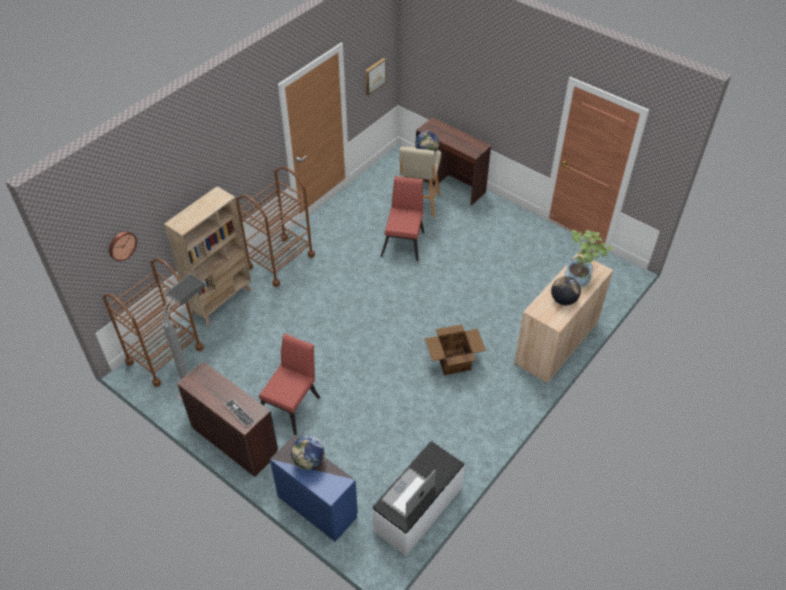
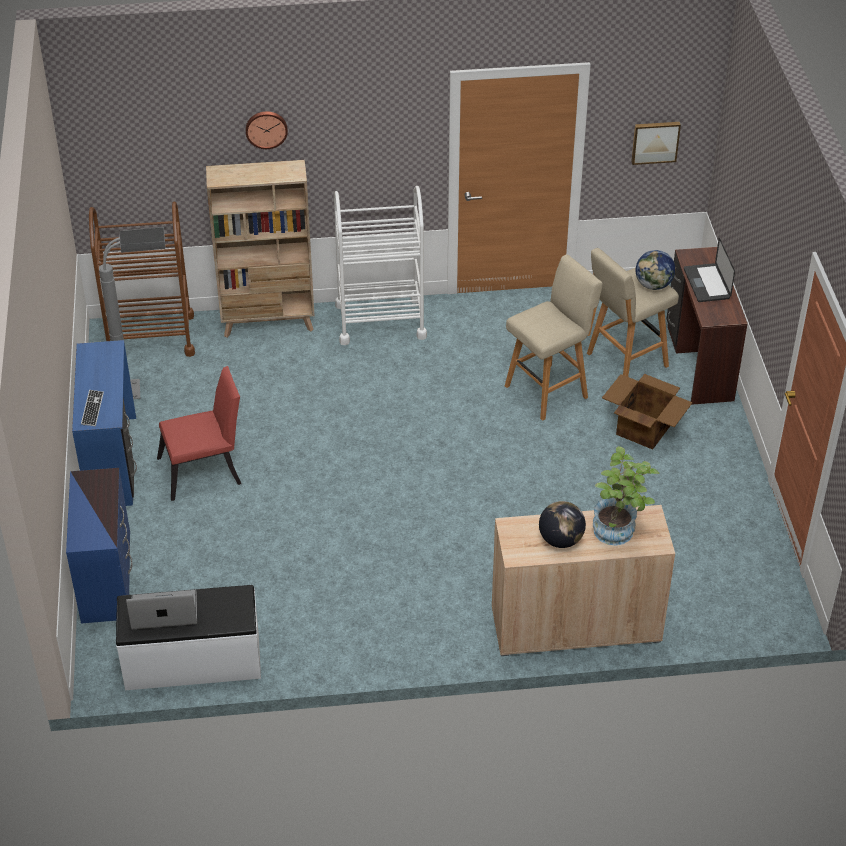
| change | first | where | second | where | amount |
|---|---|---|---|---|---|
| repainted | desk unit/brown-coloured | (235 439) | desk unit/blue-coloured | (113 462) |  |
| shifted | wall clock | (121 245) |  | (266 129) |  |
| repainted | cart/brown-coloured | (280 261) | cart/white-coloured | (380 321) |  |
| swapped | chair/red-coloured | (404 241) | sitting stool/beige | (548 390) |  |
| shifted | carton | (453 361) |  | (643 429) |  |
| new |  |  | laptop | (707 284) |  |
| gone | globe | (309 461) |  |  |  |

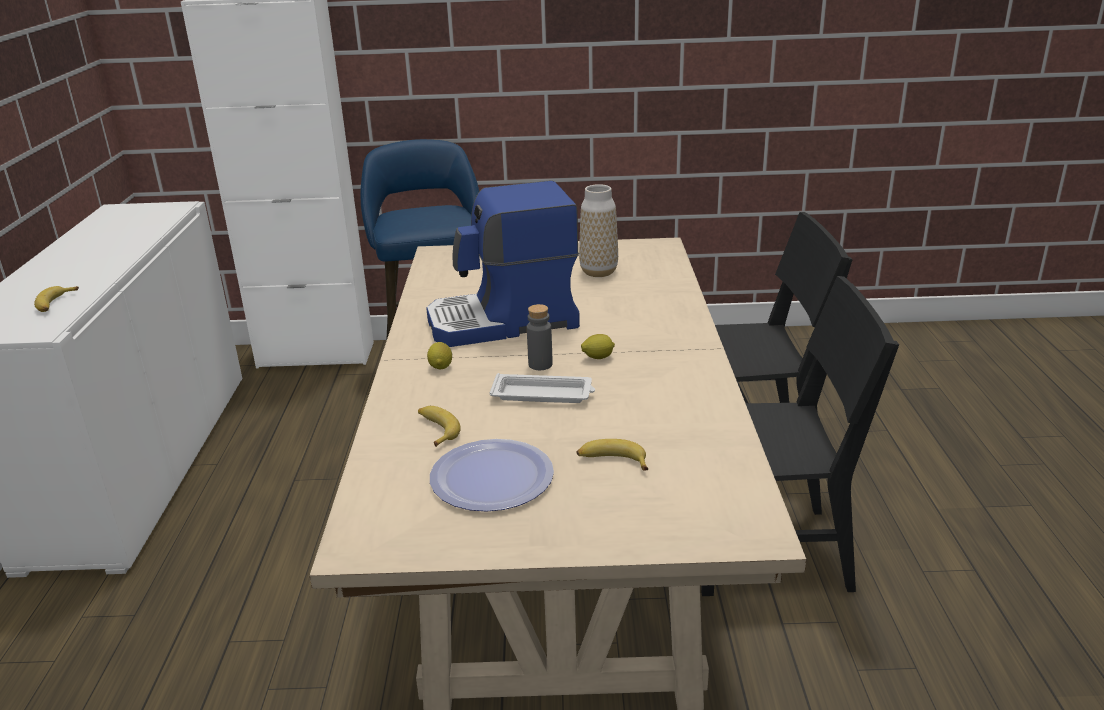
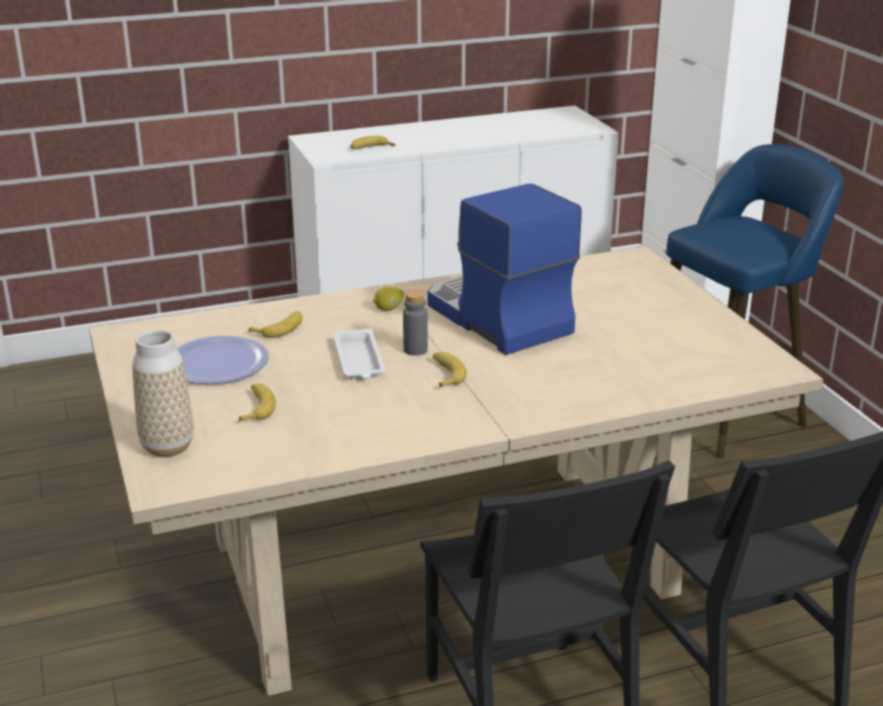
| change | first | where | second | where | amount |
|---|---|---|---|---|---|
| shifted | decorative vase | (598 272) |  | (167 447) |  |
| swapped | citrus fruit | (598 357) | whole banana | (445 374) |  |

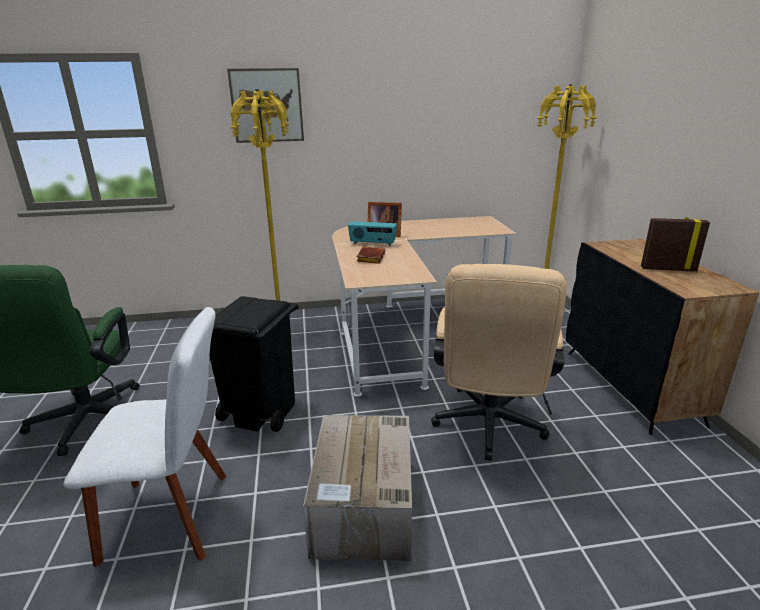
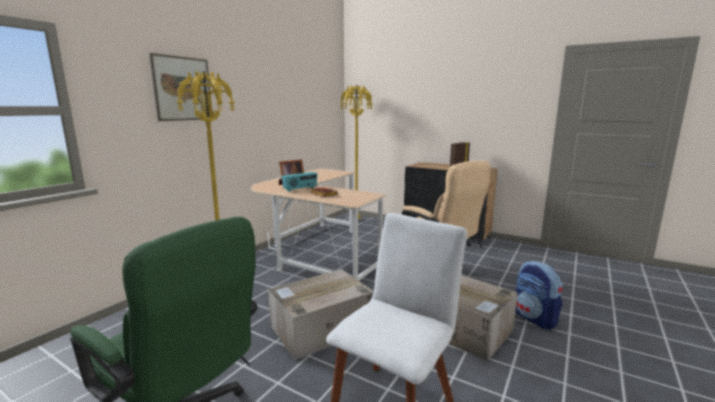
| change | first | where | second | where | amount |
|---|---|---|---|---|---|
| swapped | waste bin/black-coloured | (261 411) | carton | (320 329) |  |
| new |  |  | backpack | (535 318) |  |

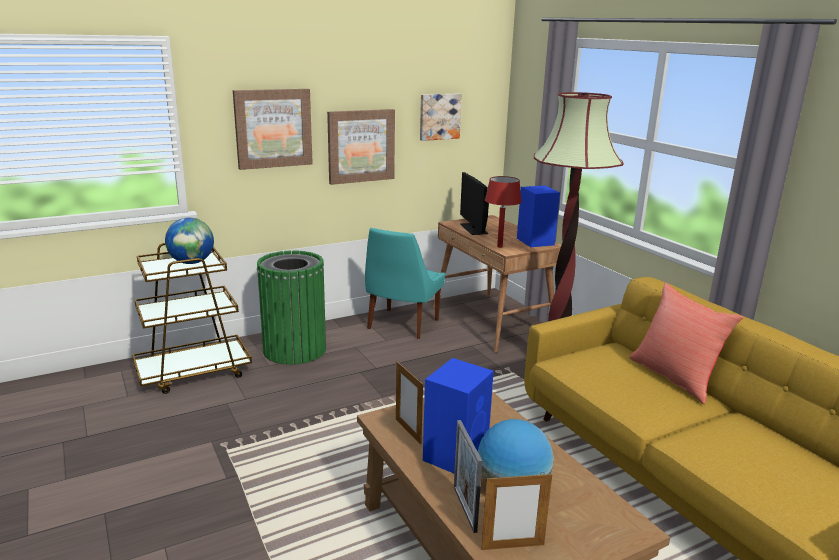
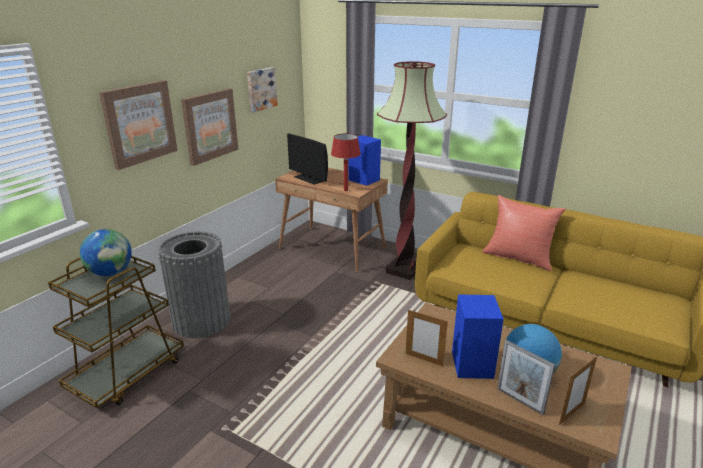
| change | first | where | second | where | amount |
|---|---|---|---|---|---|
| repainted | waste bin/green | (294 350) | waste bin/grey | (201 321) |  |
| gone | chair/blue-green | (401 325) |  |  |  |

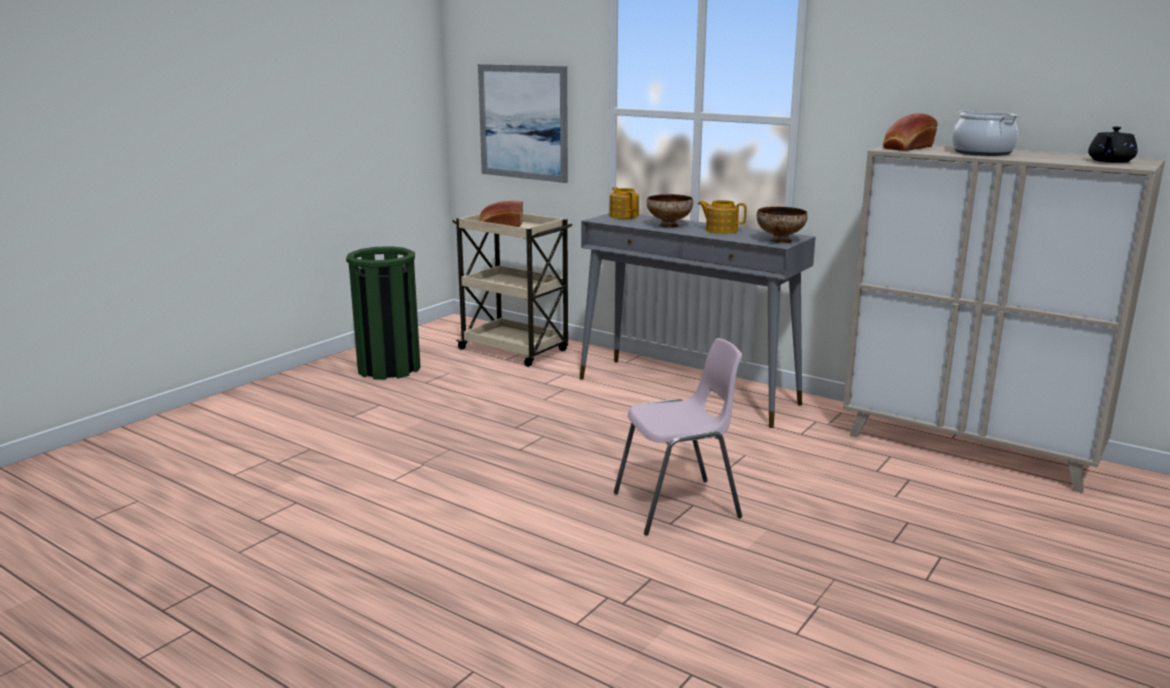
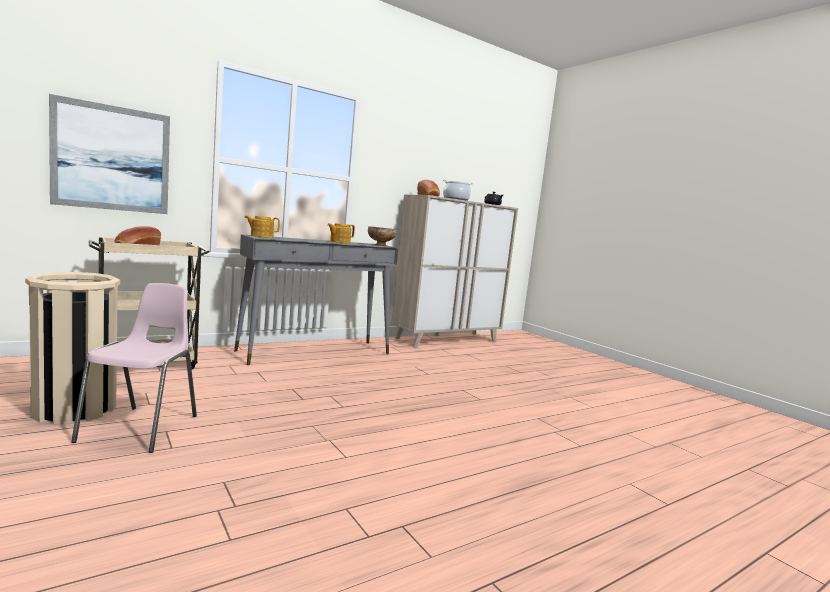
| change | first | where | second | where | amount |
|---|---|---|---|---|---|
| repainted | waste bin/green | (389 368) | waste bin/beige | (74 409) |  |
| shifted | chair/pink-coloured | (678 506) |  | (142 428) |  |
| gone | deep dish | (669 226) |  |  |  |

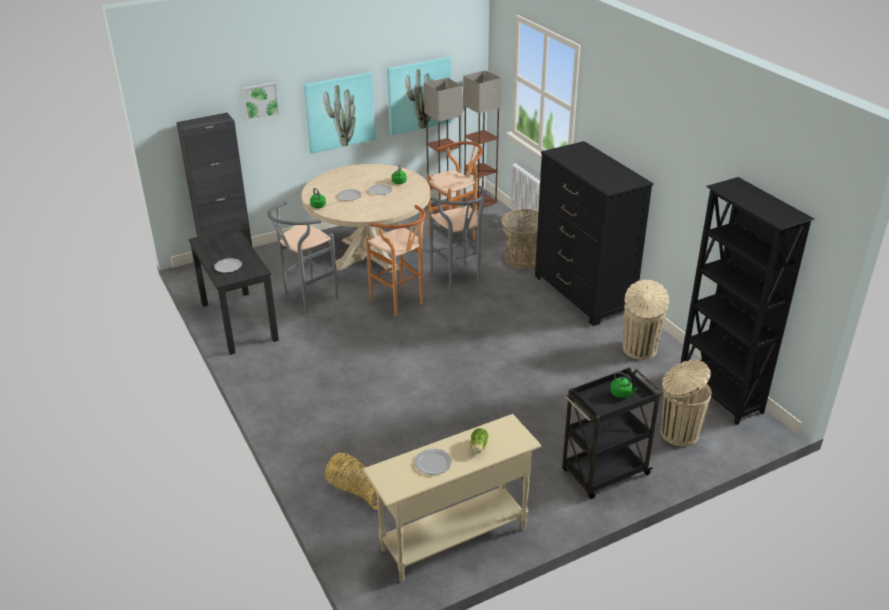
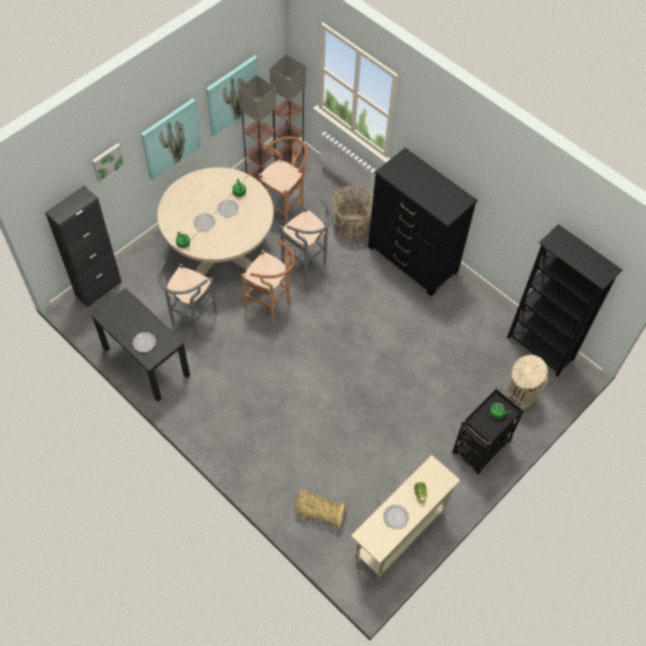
| change | first | where | second | where | amount |
|---|---|---|---|---|---|
| gone | waste bin/beige | (639 350) |  |  |  |

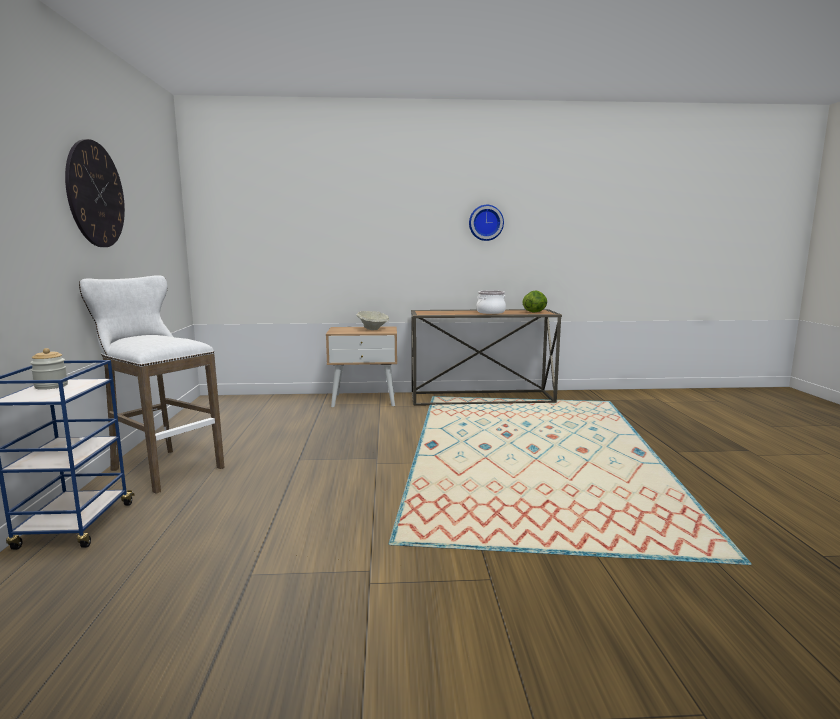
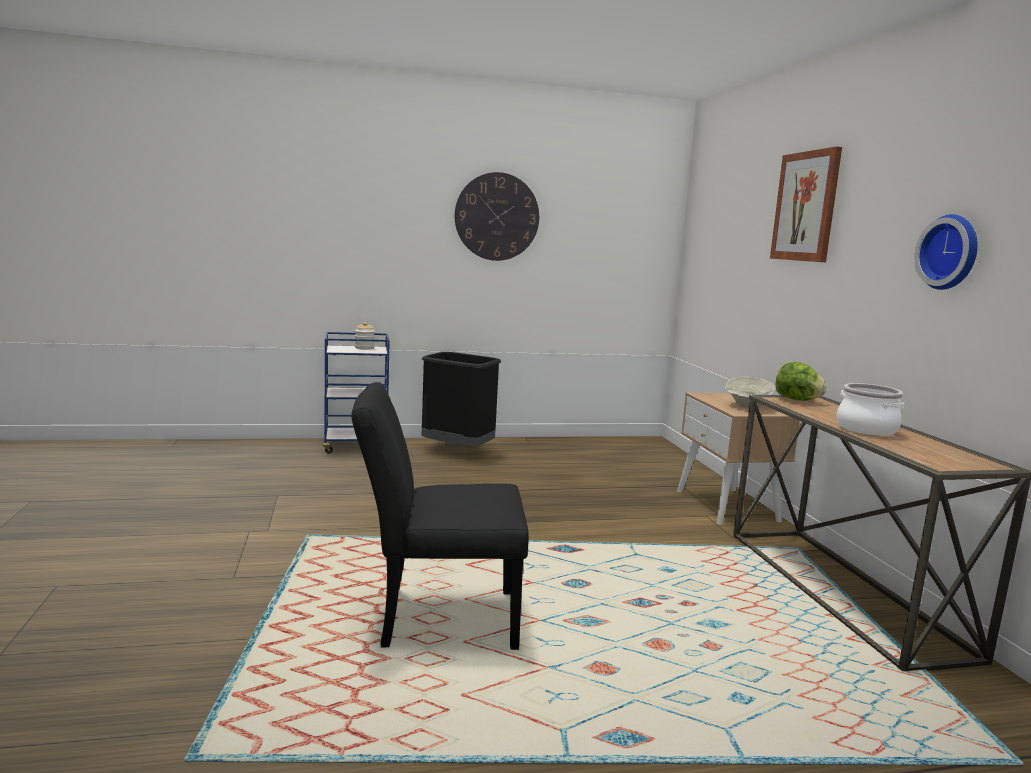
| change | first | where | second | where | amount |
|---|---|---|---|---|---|
| new |  |  | chair/black-coloured | (436 618) |  |
| swapped | sitting stool/white-coloured | (162 468) | waste bin/black-coloured | (458 450) |  |
| new |  |  | wall picture | (806 206) |  |
| shifted | lettuce head | (535 312) |  | (797 400) |  |

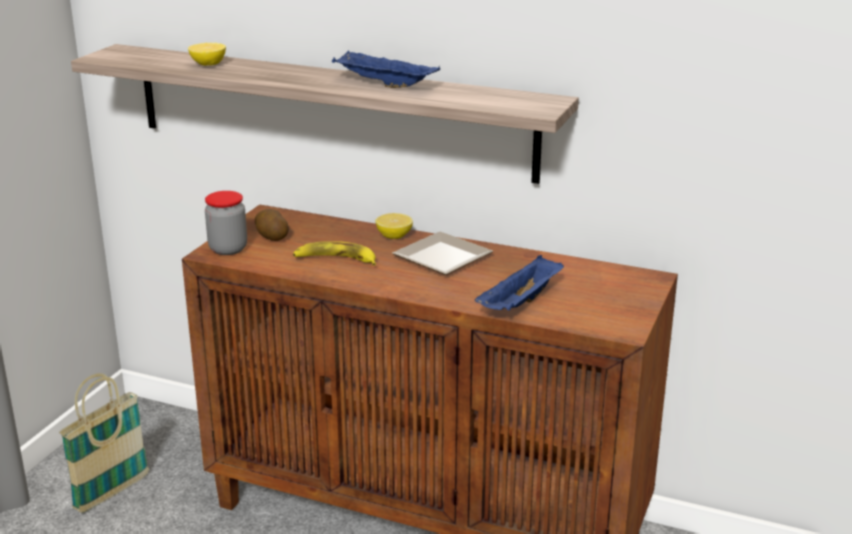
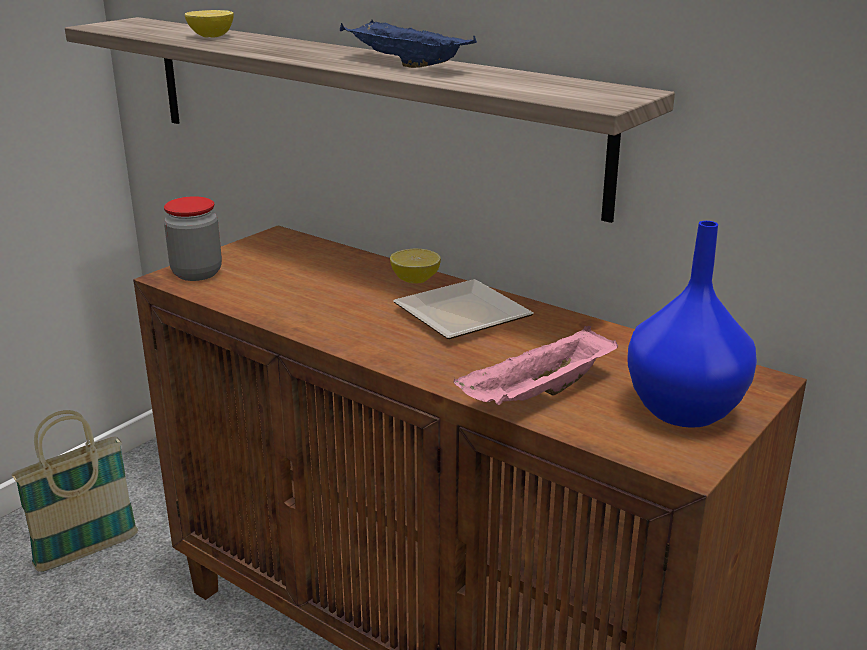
| change | first | where | second | where | amount |
|---|---|---|---|---|---|
| repainted | carrying tray/blue-coloured | (520 303) | carrying tray/pink-coloured | (538 395) |  |
| new |  |  | decorative vase/blue-coloured | (686 410) |  |
| gone | whole potato | (271 237) |  |  |  |
| gone | whole banana | (336 260) |  |  |  |

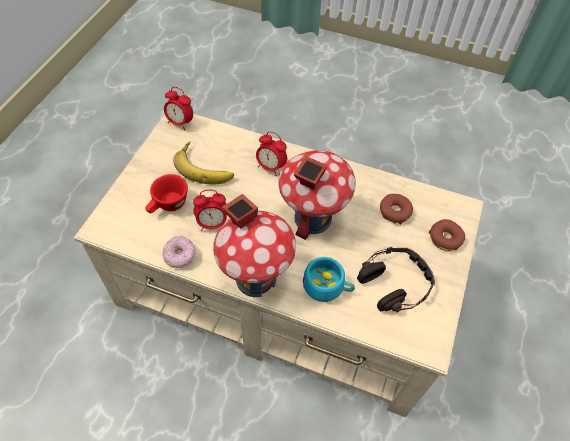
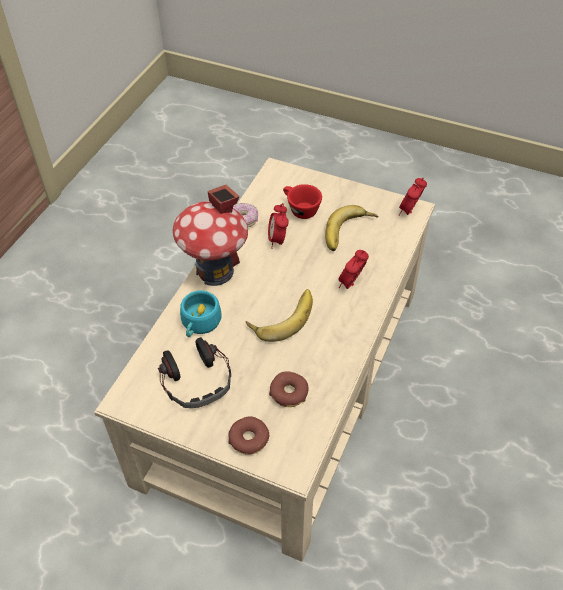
| change | first | where | second | where | amount |
|---|---|---|---|---|---|
| swapped | model house | (312 218) | whole banana | (282 316) |  |

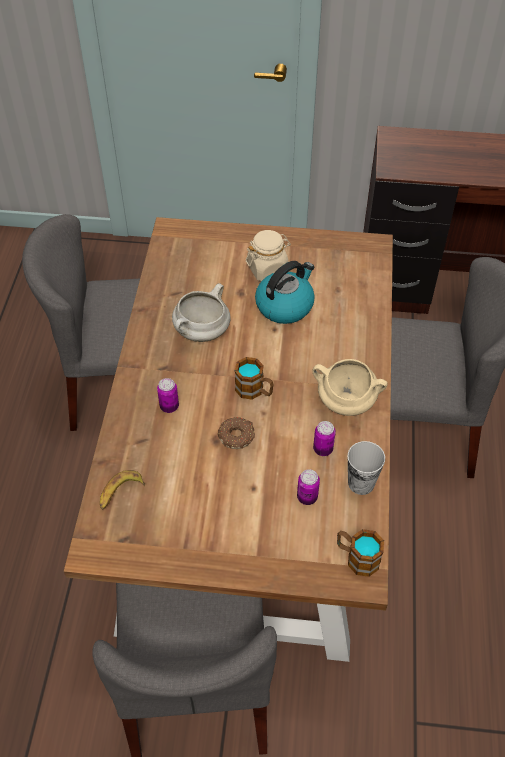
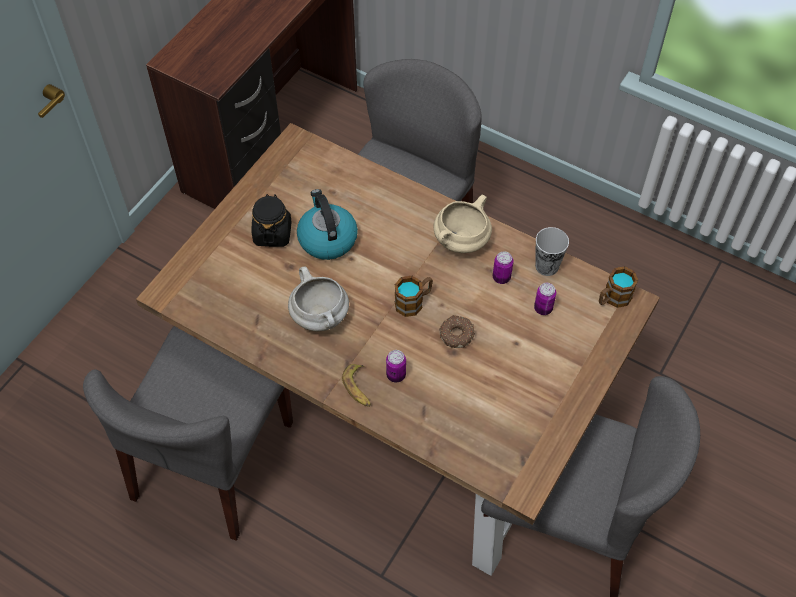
| change | first | where | second | where | amount |
|---|---|---|---|---|---|
| repainted | storage jar/beige | (267 269) | storage jar/black-coloured | (272 233) |  |
| shifted | whole banana | (120 492) |  | (358 388) |  |

